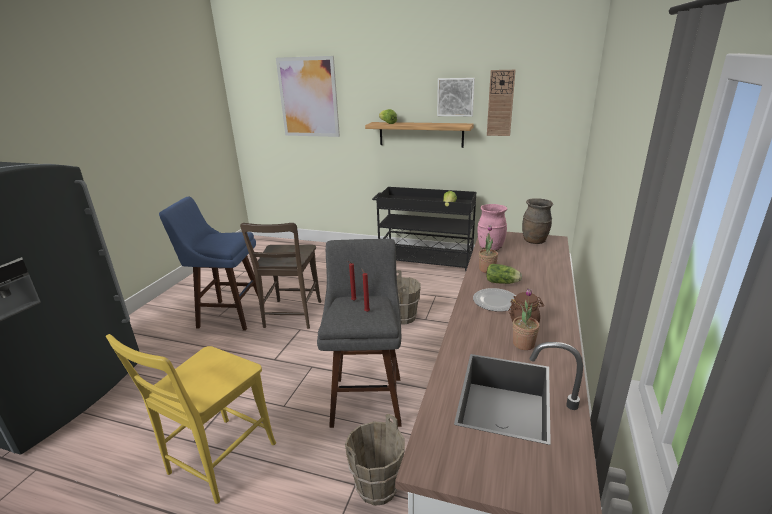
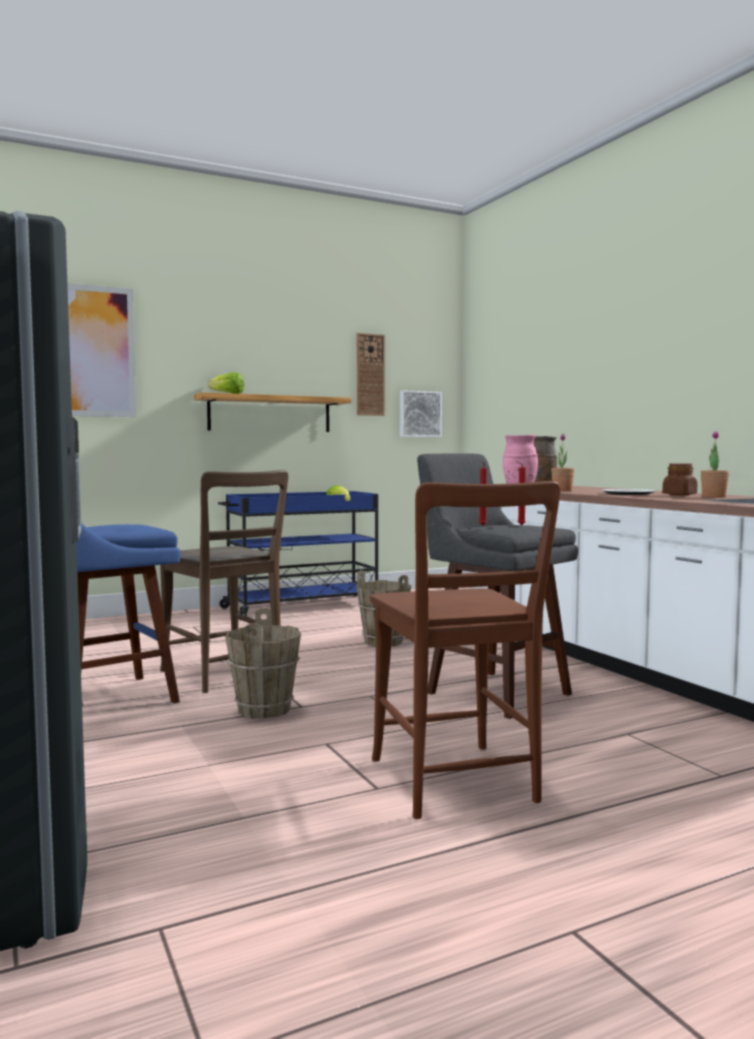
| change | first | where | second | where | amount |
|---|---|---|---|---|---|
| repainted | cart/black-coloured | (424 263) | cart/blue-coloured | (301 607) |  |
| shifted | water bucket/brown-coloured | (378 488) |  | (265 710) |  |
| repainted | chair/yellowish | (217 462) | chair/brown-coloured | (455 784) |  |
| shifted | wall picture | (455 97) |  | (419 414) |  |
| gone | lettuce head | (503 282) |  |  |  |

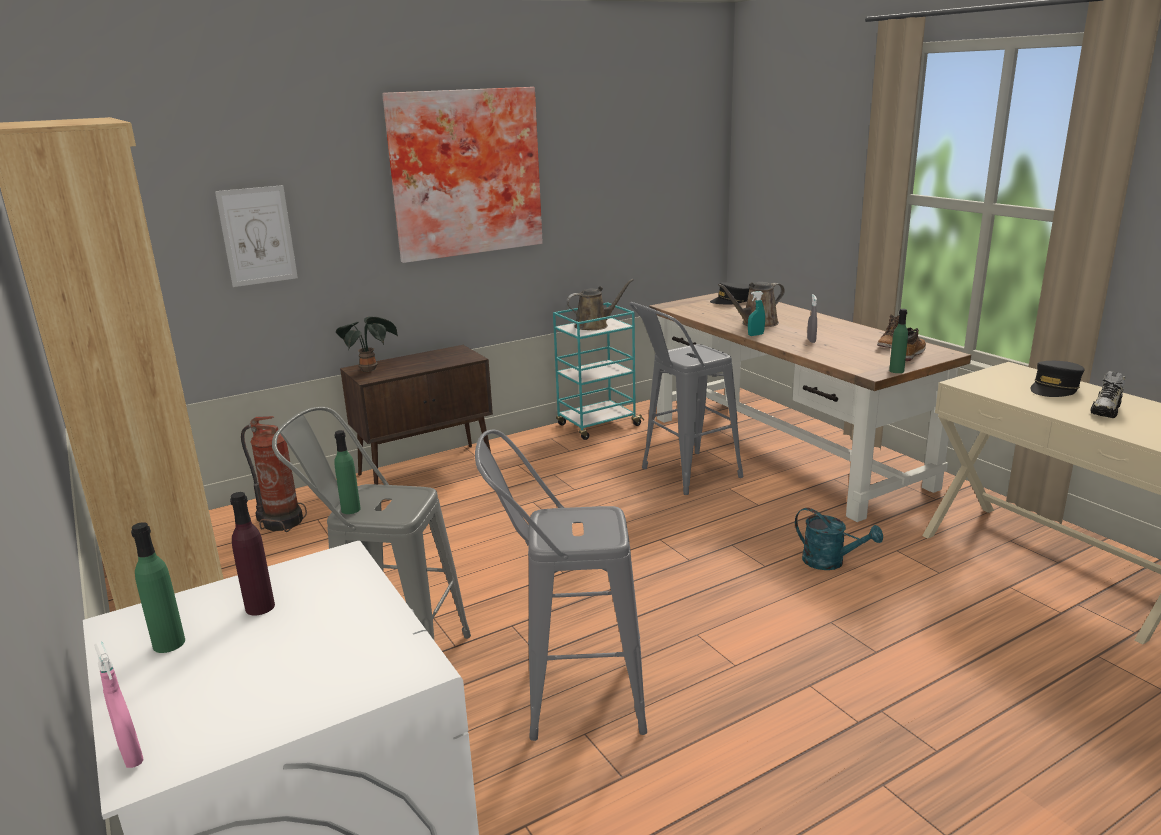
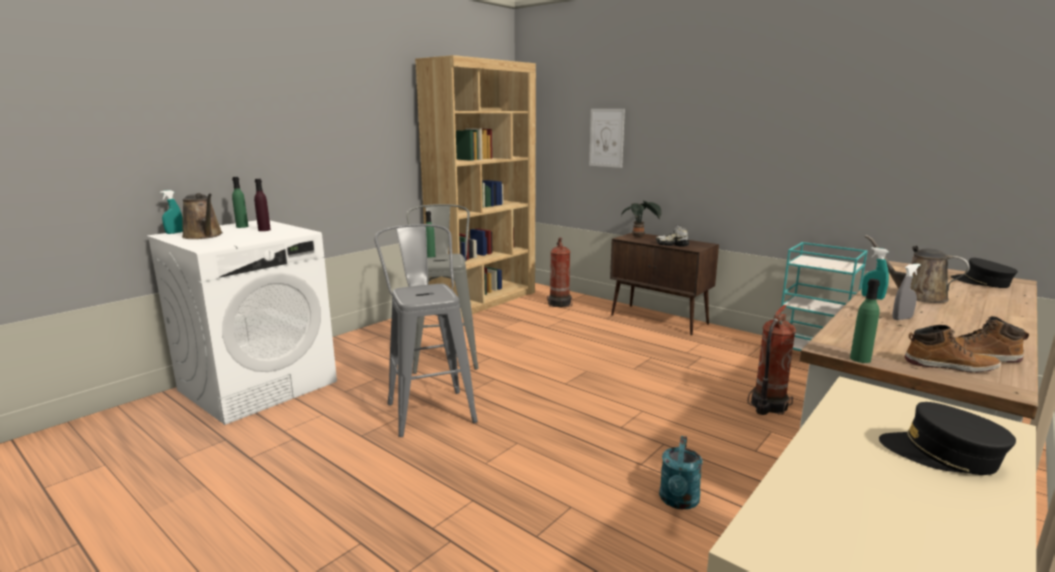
| change | first | where | second | where | amount |
|---|---|---|---|---|---|
| repainted | sprayer/pink-coloured | (131 755) | sprayer/blue-green | (175 233) |  |
| shifted | watering pot/brown-coloured | (594 325) |  | (204 236) |  |
| shifted | shoe | (1106 410) |  | (672 244) |  |
| swapped | sitting stool/grey | (682 475) | extinguisher | (767 406) |  |
| gone | wall picture | (464 173) |  |  |  |

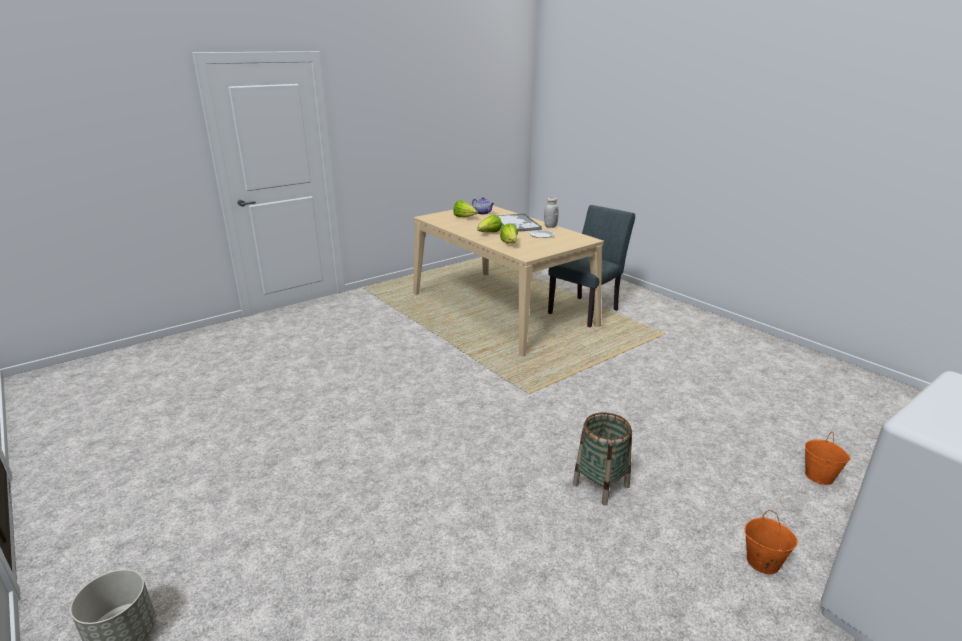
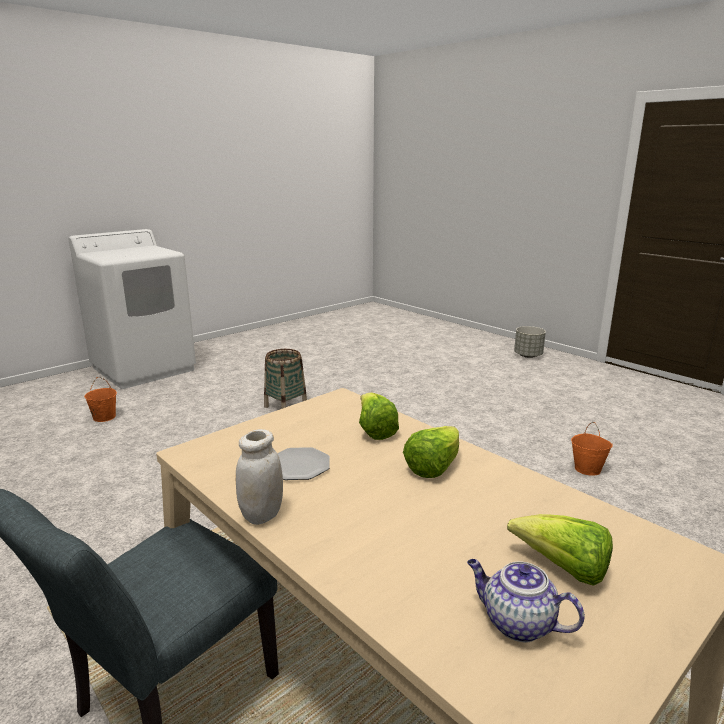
| change | first | where | second | where | amount |
|---|---|---|---|---|---|
| shifted | water bucket/orange | (762 562) |  | (587 469) |  |
| gone | carrying tray | (517 224) |  |  |  |

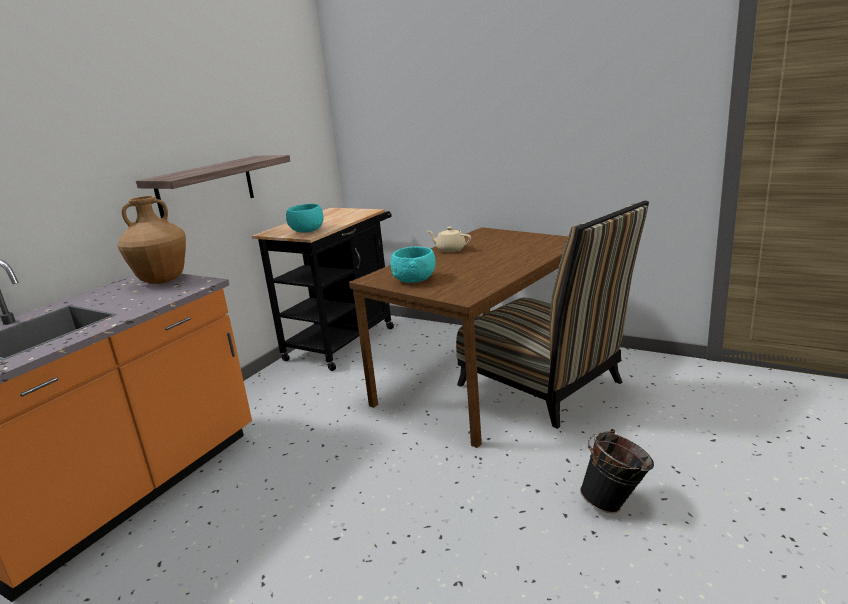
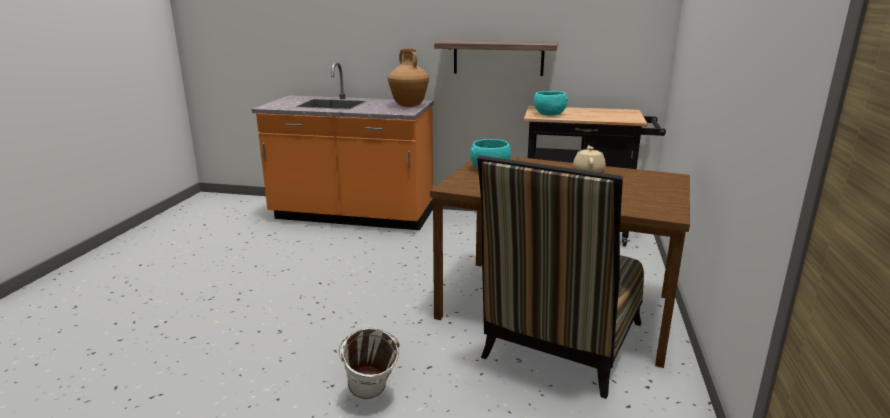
| change | first | where | second | where | amount |
|---|---|---|---|---|---|
| repainted | water bucket/black-coloured | (616 503) | water bucket/white-coloured | (370 397) |  |

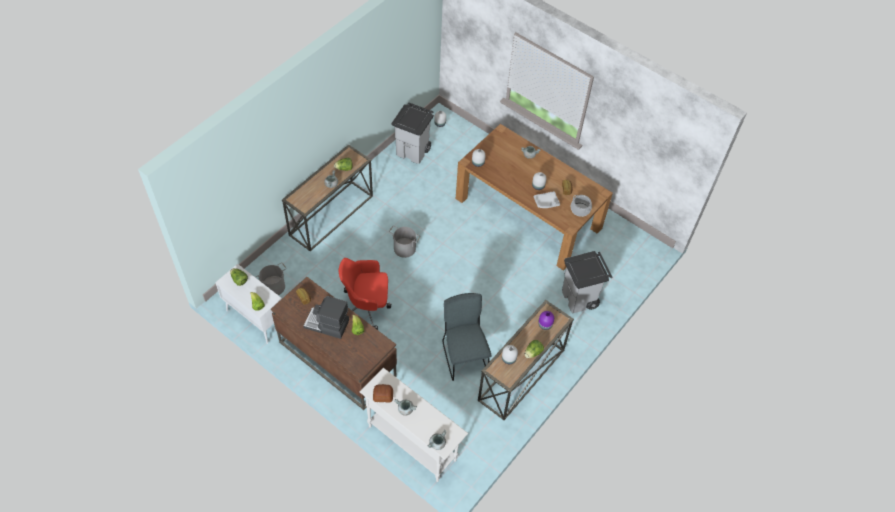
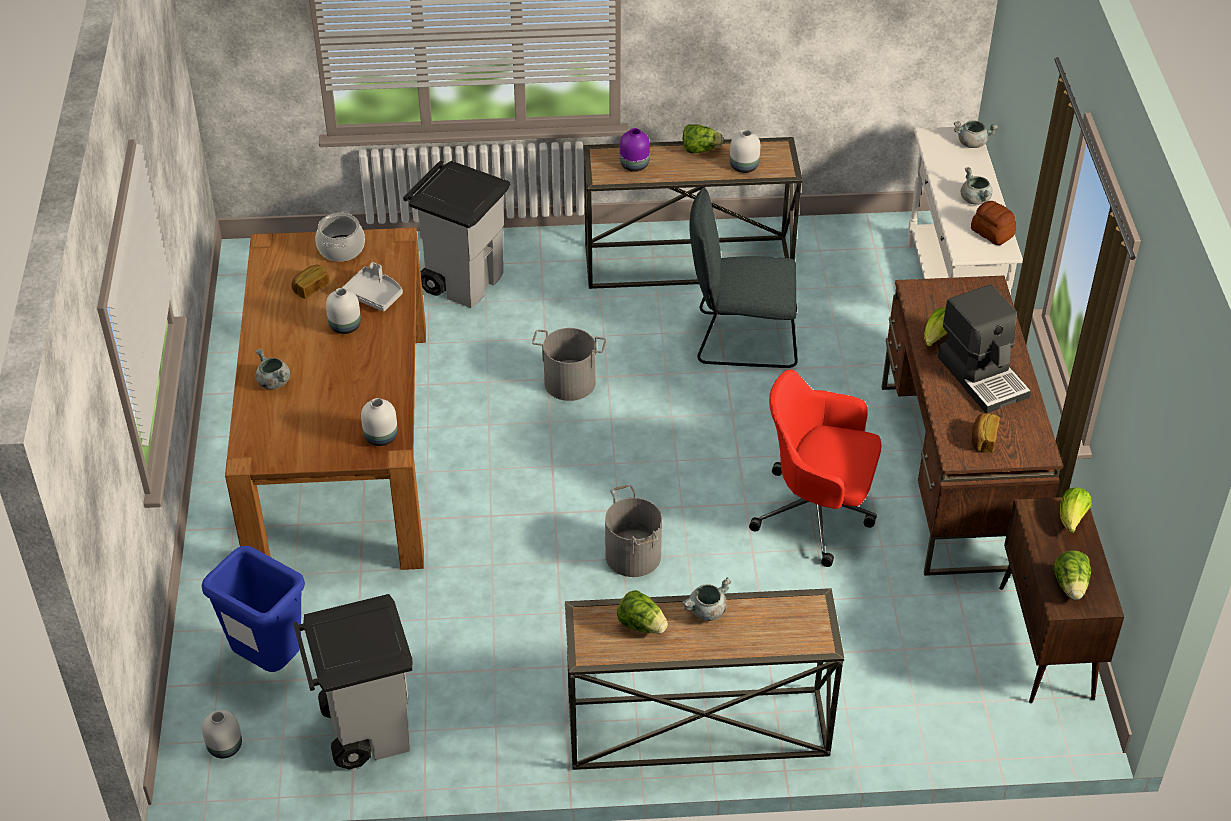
| change | first | where | second | where | amount |
|---|---|---|---|---|---|
| new |  |  | waste bin/blue-coloured | (268 661) |  |
| shifted | water bucket/grey | (273 286) |  | (569 383) |  |
| rotated | chair/grey | (464 355) |  | (741 339) | 60 degrees clockwise |
| rotated | computer chair/red-coloured | (366 307) |  | (817 513) | 150 degrees clockwise |
| repainted | storage cabinet/white-coloured | (255 318) | storage cabinet/brown-coloured | (1046 644) |  |

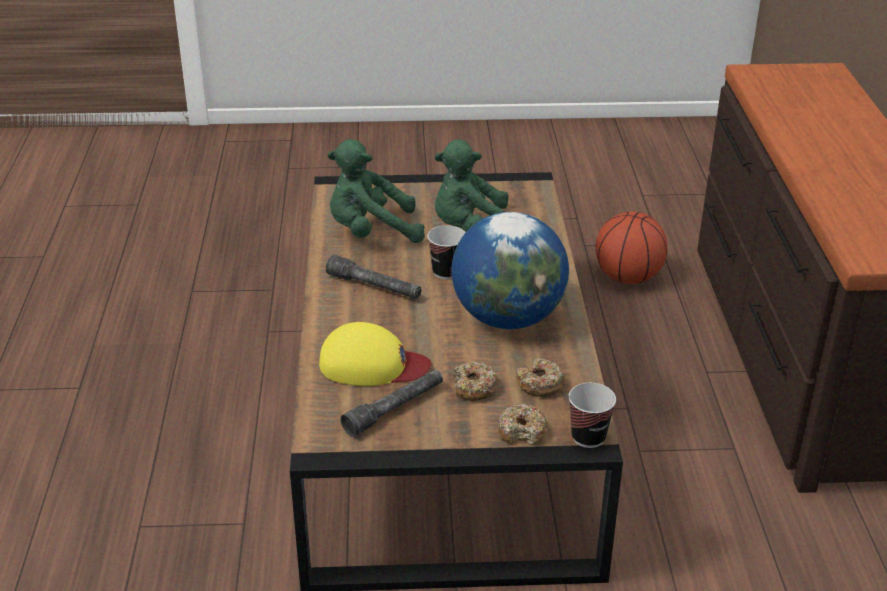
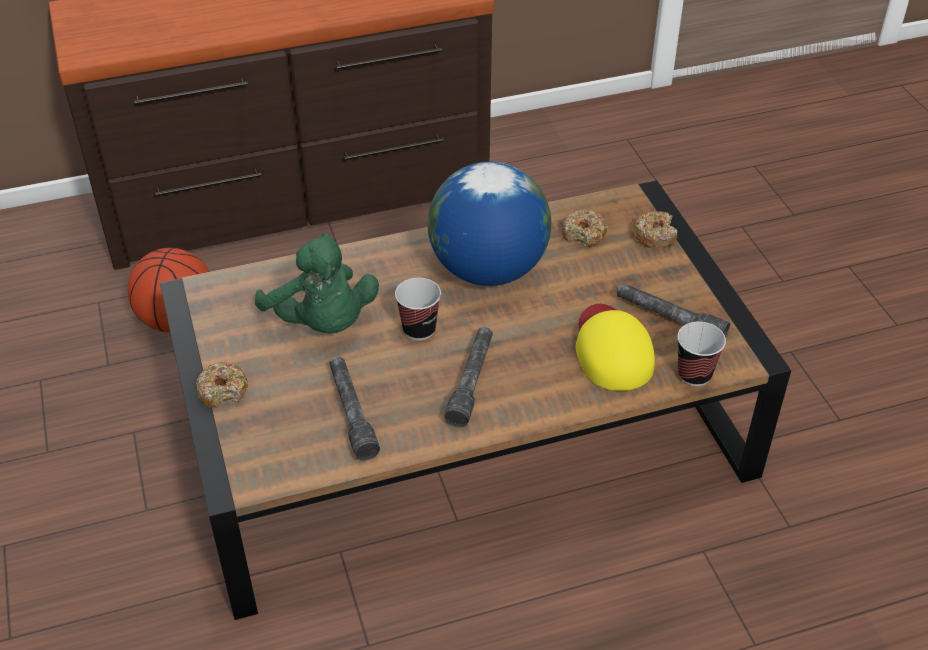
| change | first | where | second | where | amount |
|---|---|---|---|---|---|
| shifted | doughnut | (474 388) |  | (223 390) |  |
| swapped | plush toy/green | (371 232) | hand torch/grey | (352 413) |  |
| shifted | drinking cup | (588 437) |  | (694 374) |  |

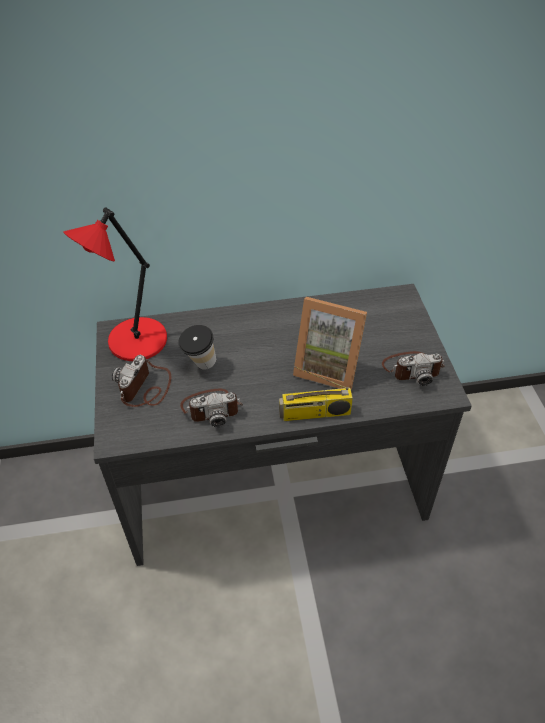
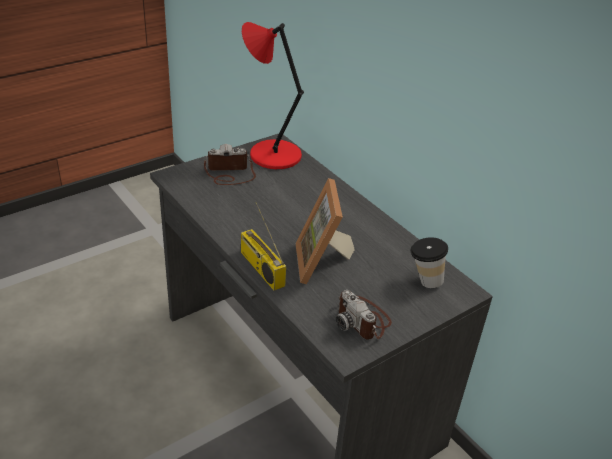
| change | first | where | second | where | amount |
|---|---|---|---|---|---|
| shifted | drinking cup | (200 366) |  | (423 281) |  |
| gone | still camera | (211 408) |  |  |  |

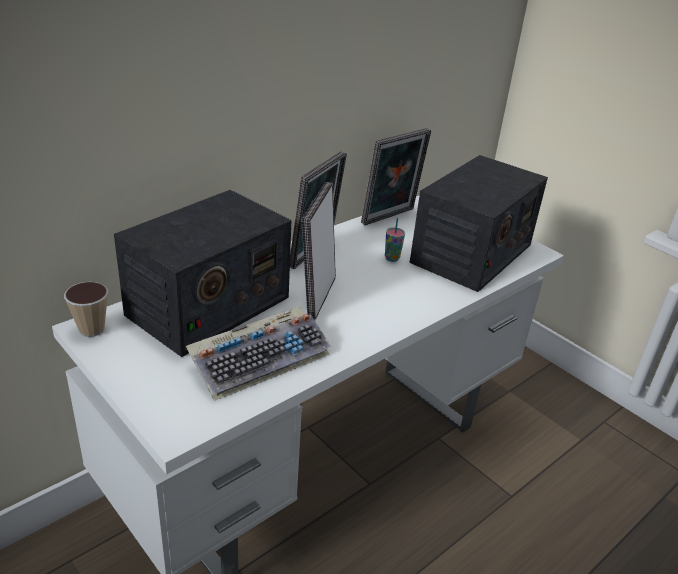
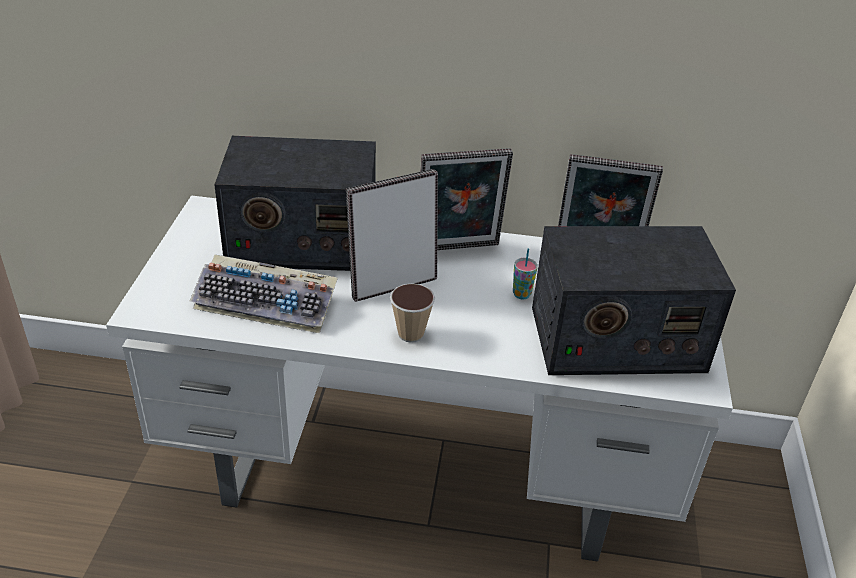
| change | first | where | second | where | amount |
|---|---|---|---|---|---|
| shifted | drinking cup | (92 329) |  | (411 334) |  |

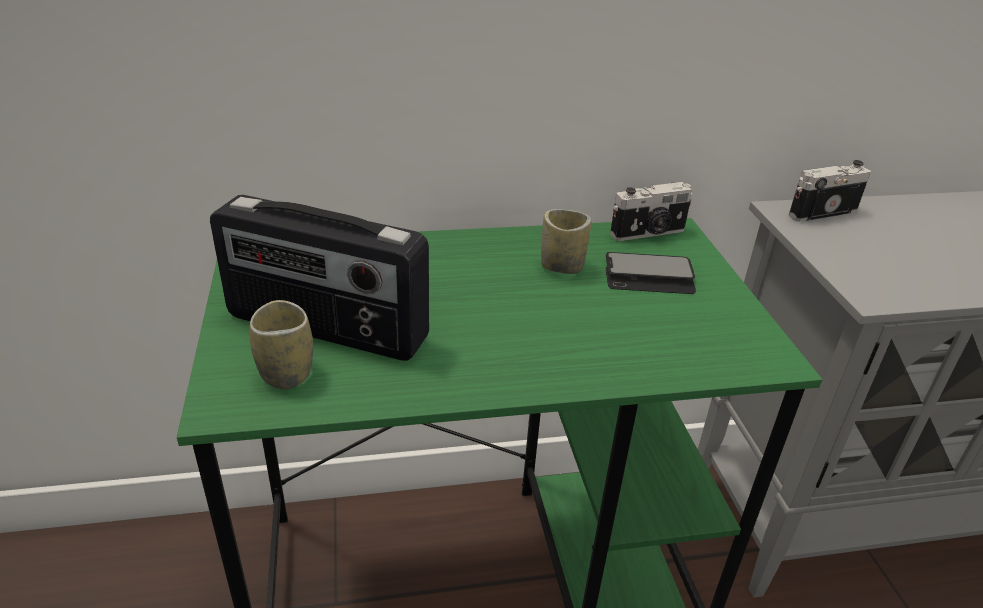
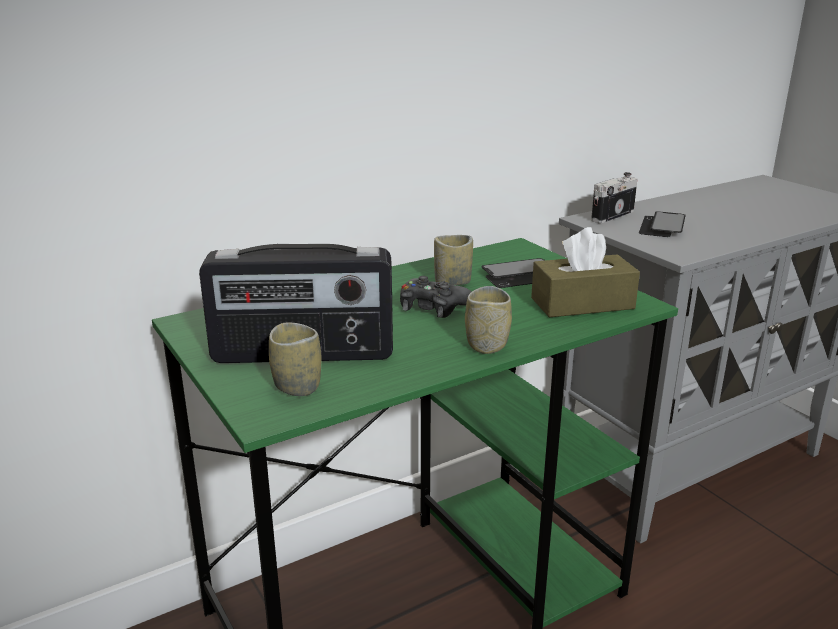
| change | first | where | second | where | amount |
|---|---|---|---|---|---|
| new |  |  | gamepad/black-coloured | (432 306) |  |
| new |  |  | drinking cup | (487 345) |  |
| new |  |  | box of tissues/brown-coloured | (582 303) |  |
| new |  |  | telephone | (662 226) |  |
| gone | still camera | (649 233) |  |  |  |

